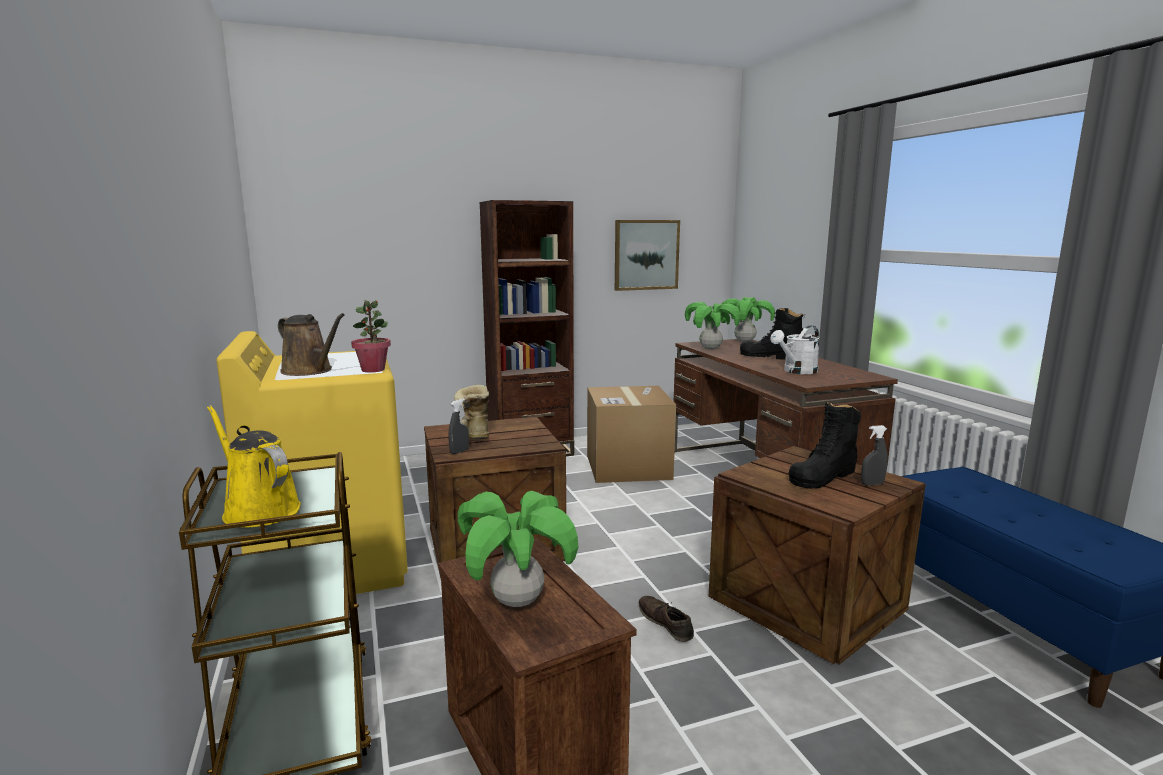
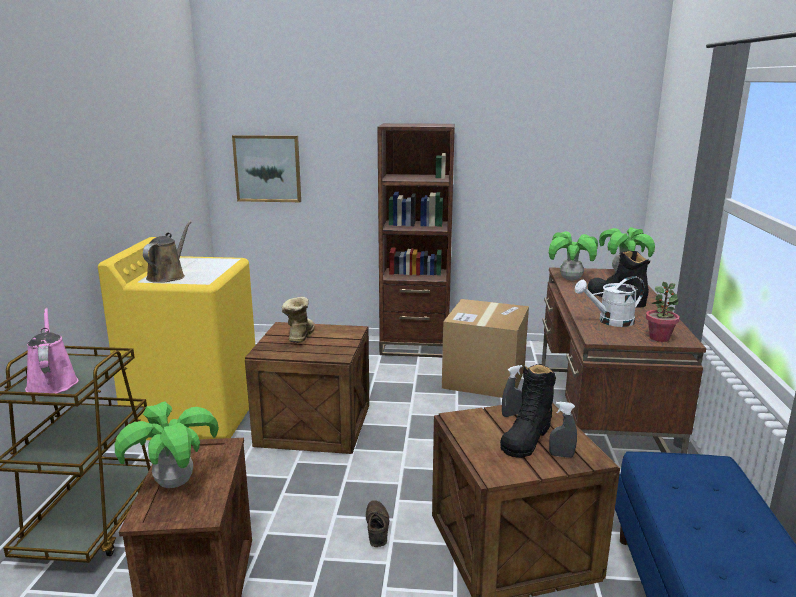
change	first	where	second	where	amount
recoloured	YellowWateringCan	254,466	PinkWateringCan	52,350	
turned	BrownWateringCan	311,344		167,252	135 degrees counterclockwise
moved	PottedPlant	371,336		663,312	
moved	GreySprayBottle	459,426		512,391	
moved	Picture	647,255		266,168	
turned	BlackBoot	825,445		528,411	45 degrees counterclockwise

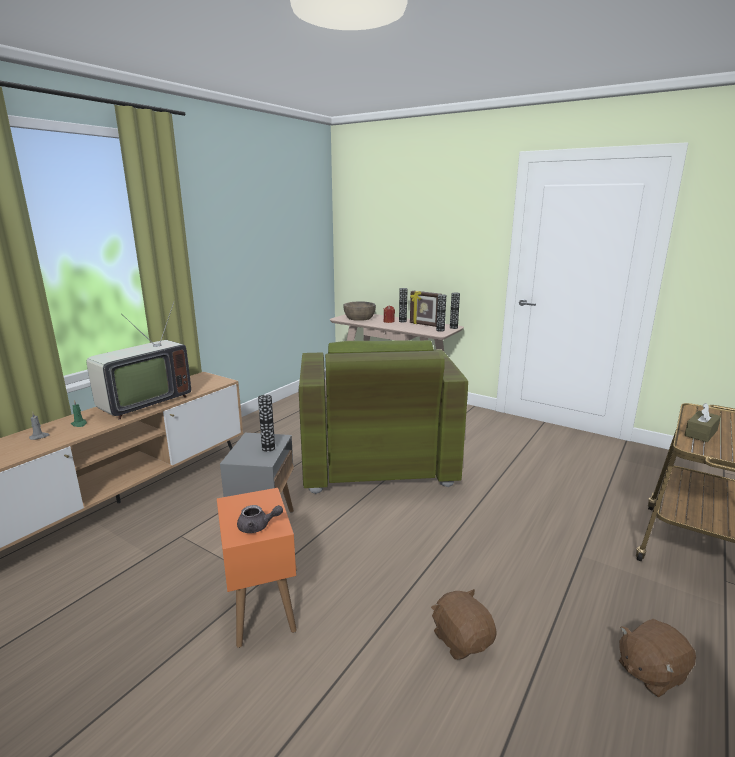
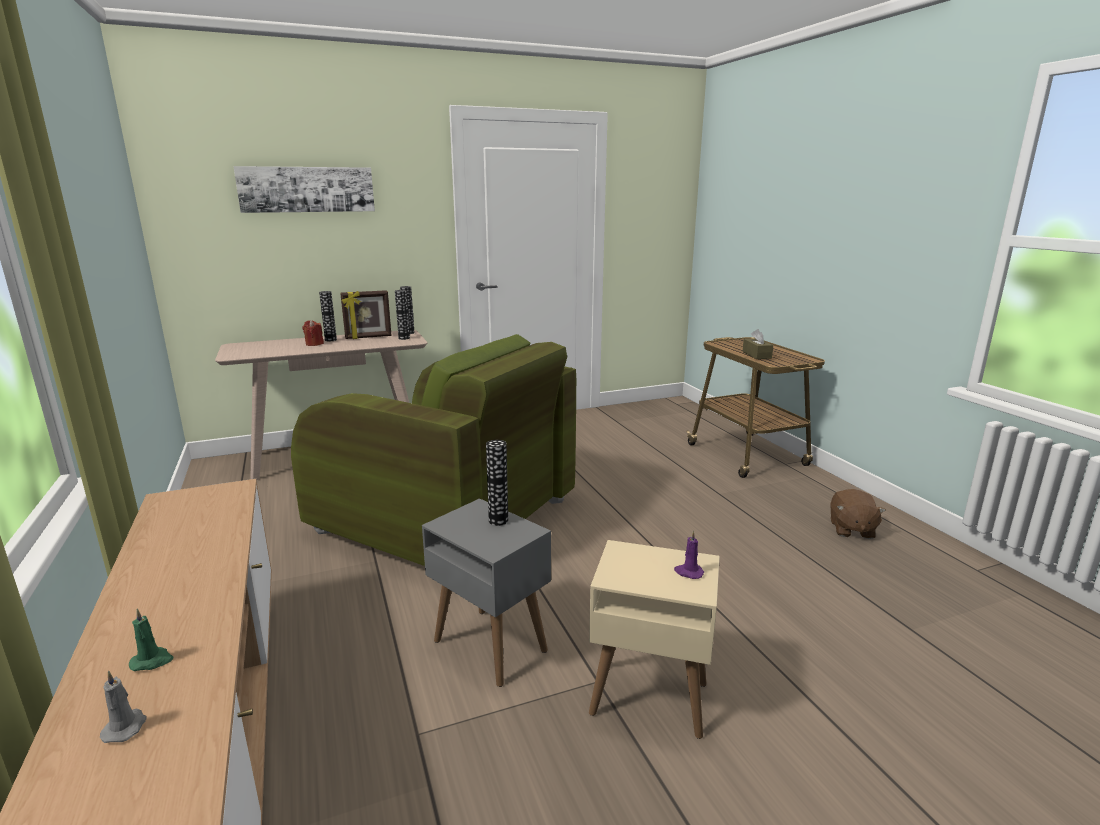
change	first	where	second	where	amount
removed	Television	138,360			
recoloured	OrangeSideTable	257,568	BeigeSideTable	654,639	
replaced	GreyTeapot	260,519	PurpleCandle	689,554	
removed	BrownBowl	359,311			
removed	BrownPlushToy	464,624			
added			Picture	304,189	

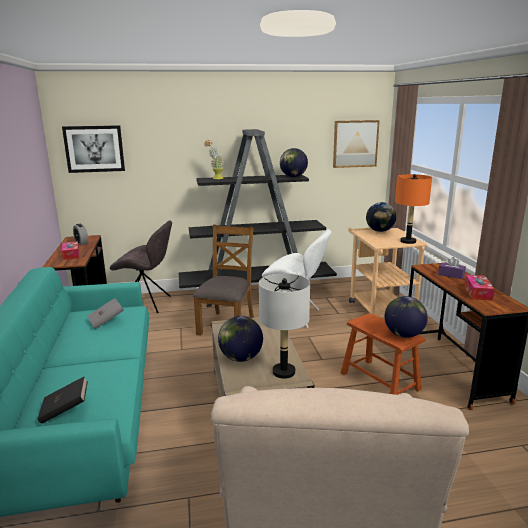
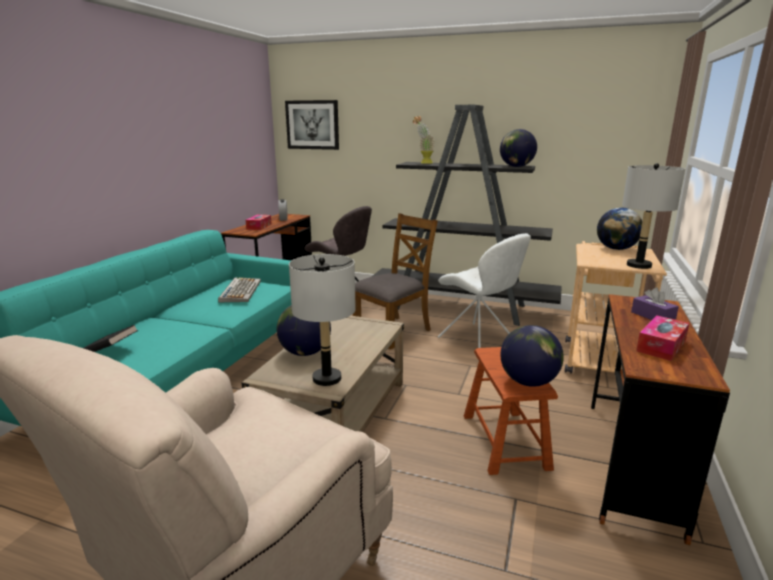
change	first	where	second	where	amount
replaced	GreyBook	106,313	Keyboard	239,289	
removed	Picture	356,144			
recoloured	OrangeTableLamp	413,209	GreyTableLamp	653,216	

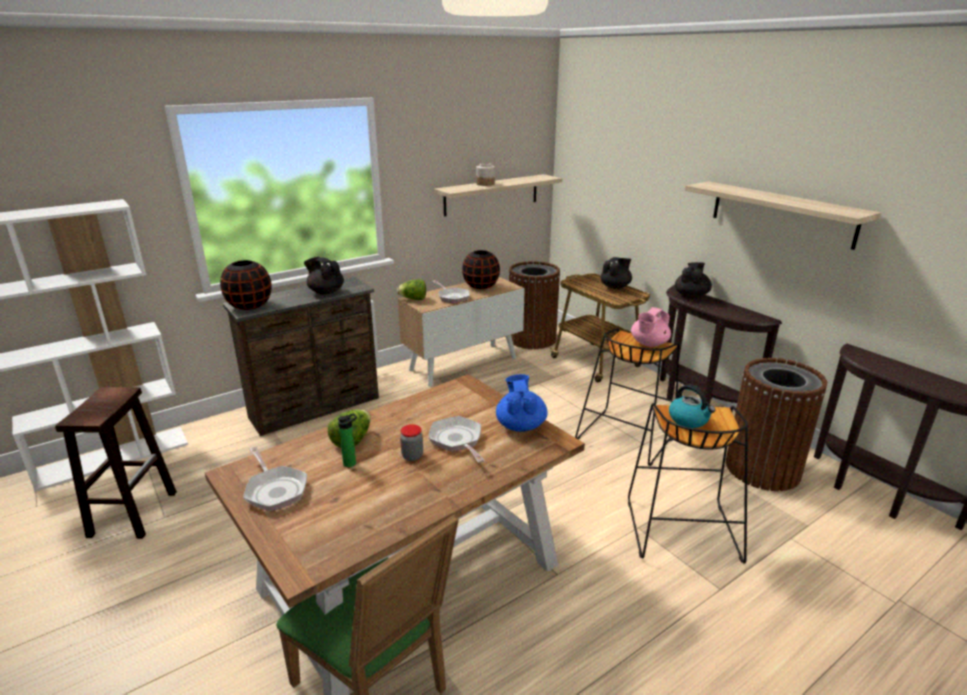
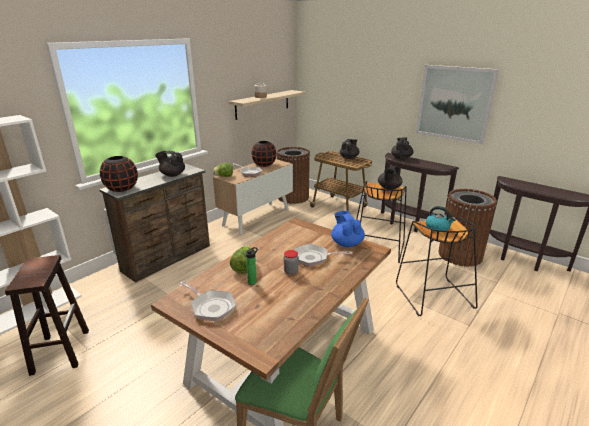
change	first	where	second	where	amount
turned	FryingPan	457,439		323,255	45 degrees counterclockwise
recoloured	PinkTeapot	651,327	BlackTeapot	390,177	
replaced	Shelf	783,216	Picture	457,105	

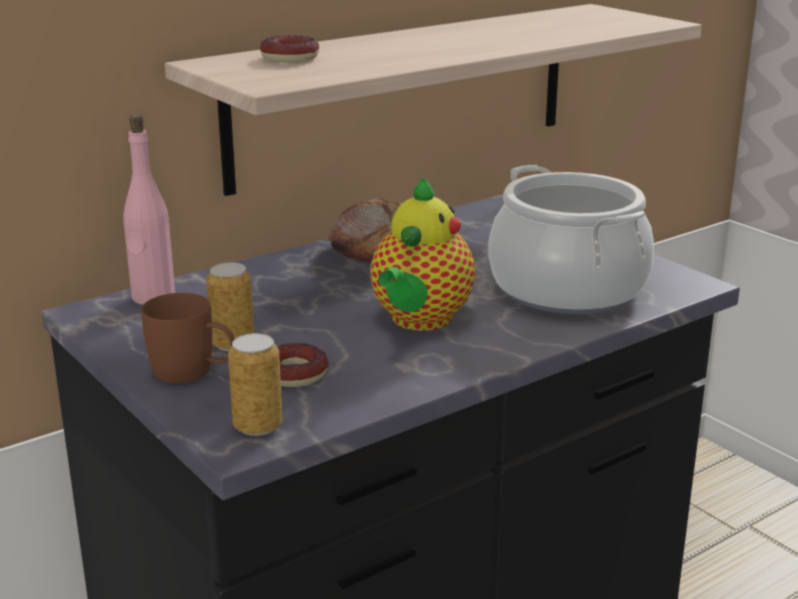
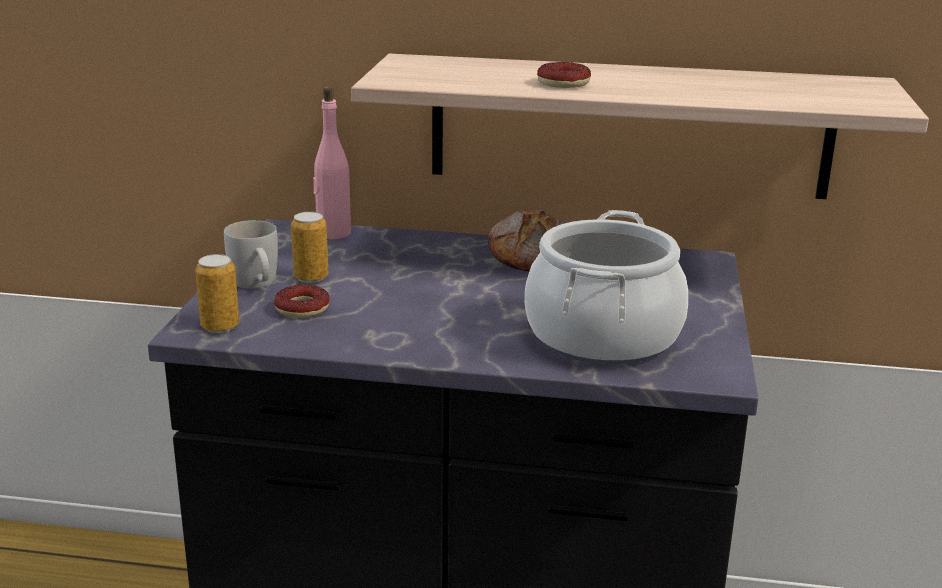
change	first	where	second	where	amount
recoloured	BrownMug	188,338	WhiteMug	251,254	
moved	Donut	289,49		564,75	
removed	Teapot	422,254			

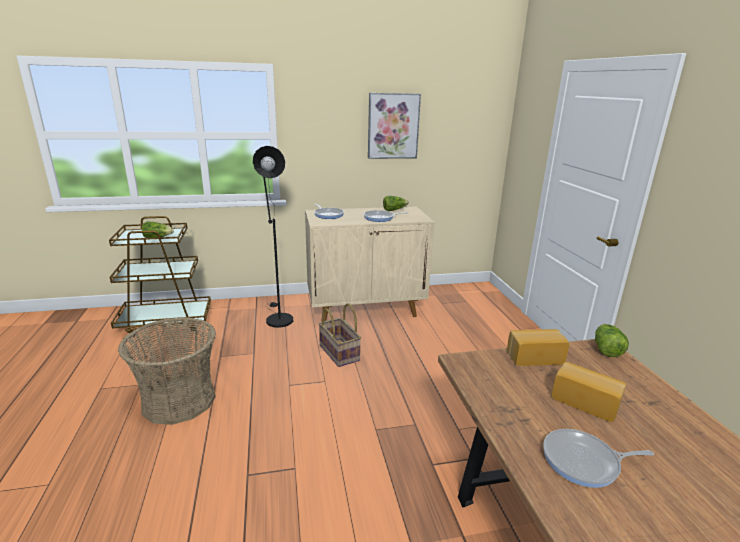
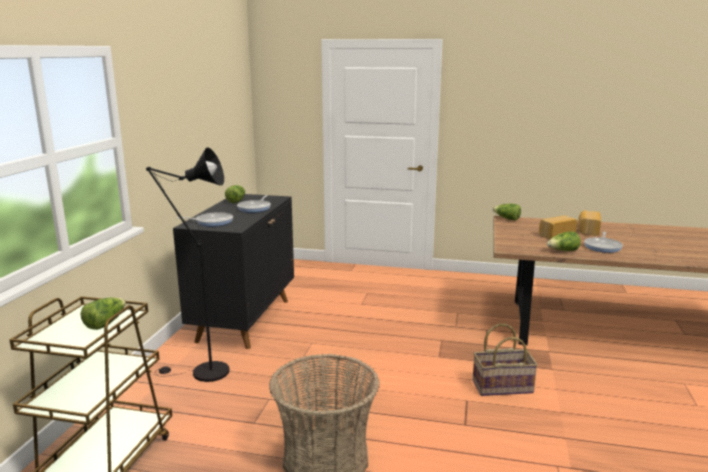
change	first	where	second	where	amount
recoloured	BeigeCabinet	369,264	BlackCabinet	233,271	
moved	Basket	339,335		505,359	
removed	Picture	394,126			
moved	Bread	538,347		589,223	
added			Lettuce	564,241	

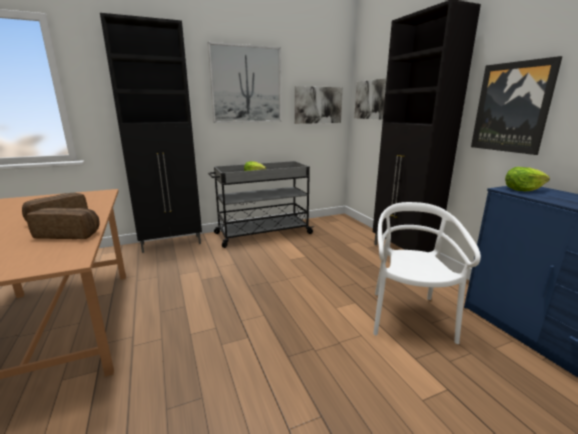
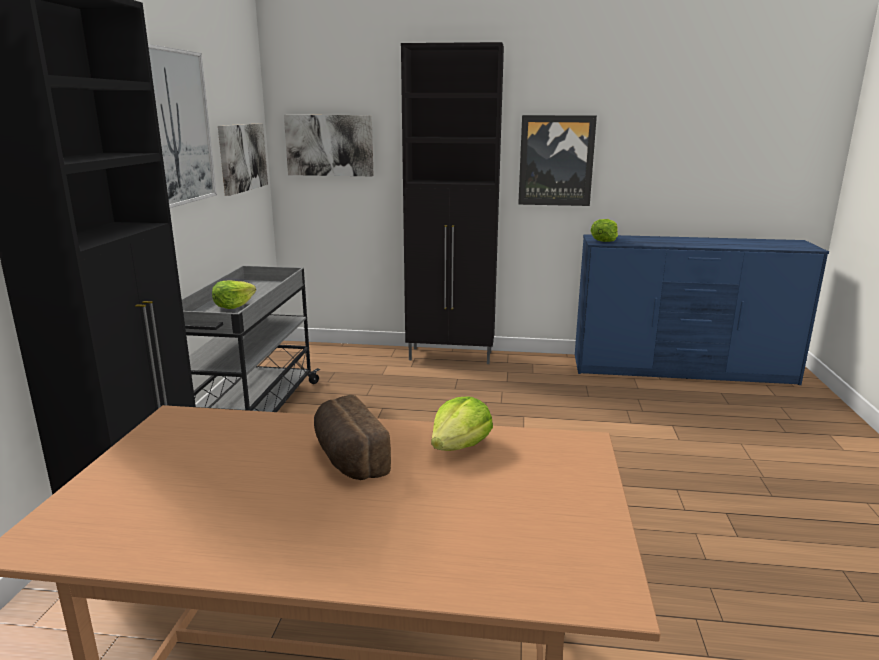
change	first	where	second	where	amount
replaced	Bread	63,223	Lettuce	462,423	
removed	WhiteChair	427,273			

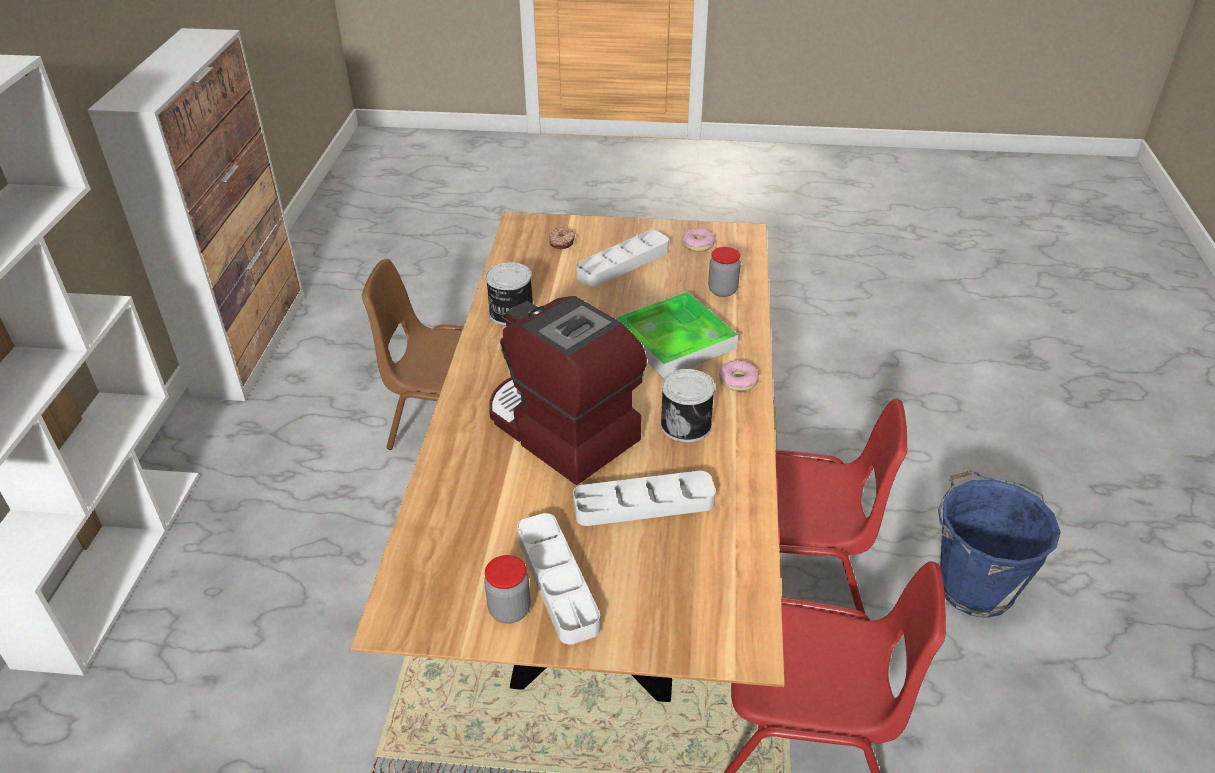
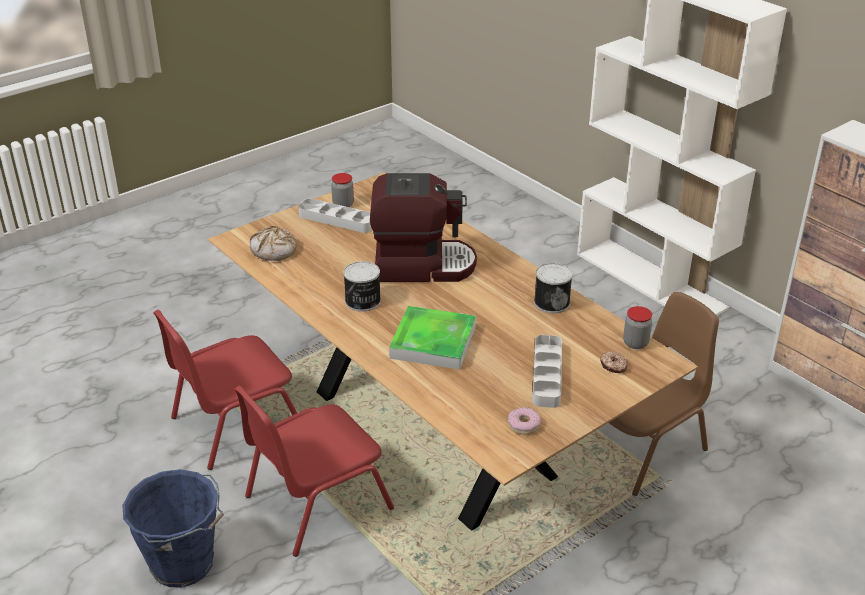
change	first	where	second	where	amount
removed	GreyTray	644,498			
moved	Jar	724,272		637,327	
removed	Donut	739,375			
added			Bread	273,243	

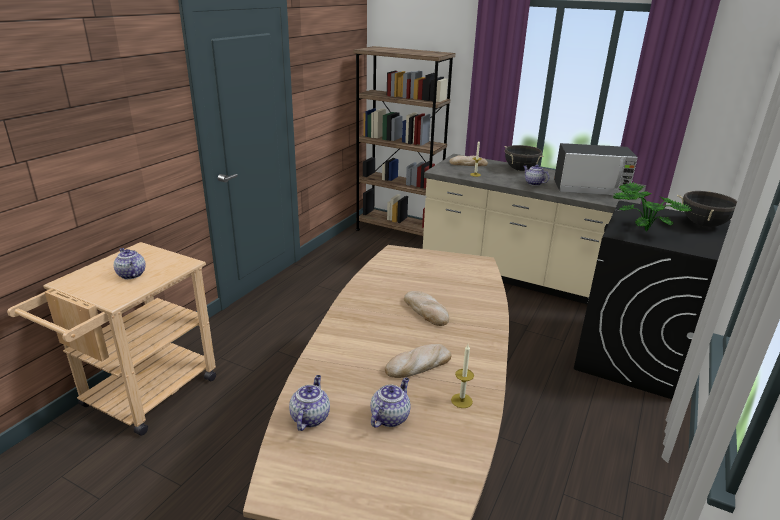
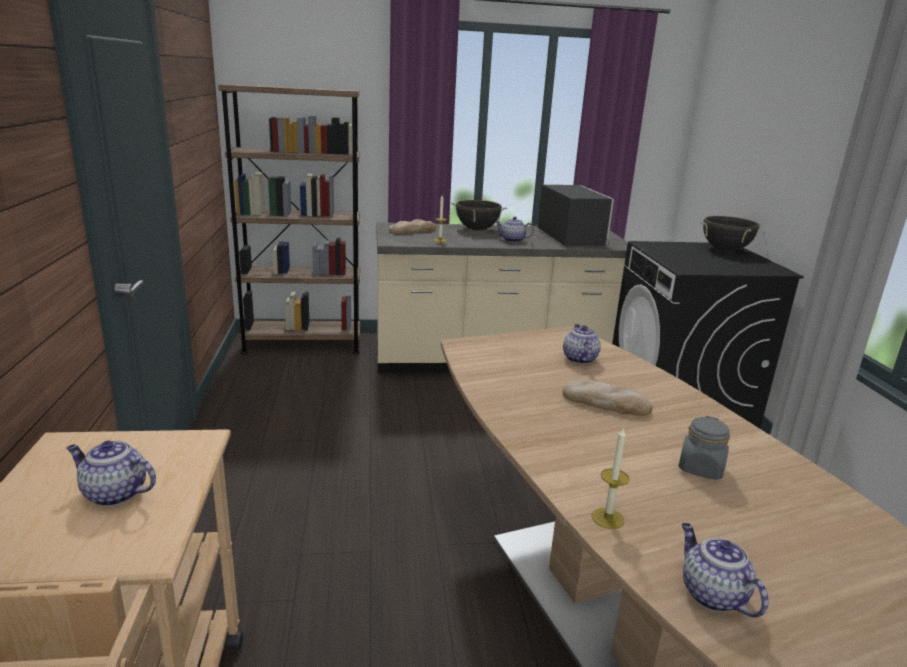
change	first	where	second	where	amount
moved	Teapot	390,403		582,344	
replaced	Bread	418,361	GreyJar	704,448	
moved	Candle	462,376		611,478	
turned	Microwave	596,169		576,215	75 degrees counterclockwise
removed	PottedPlant	652,206			

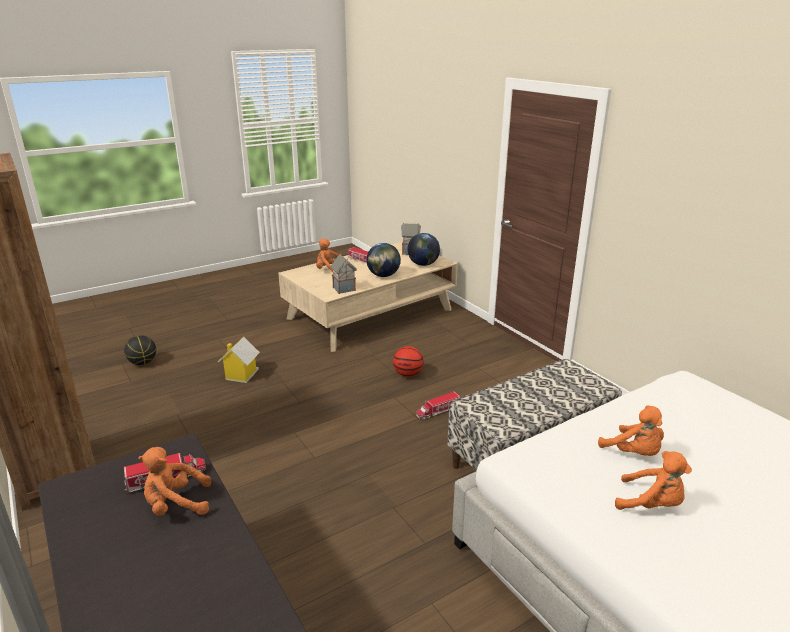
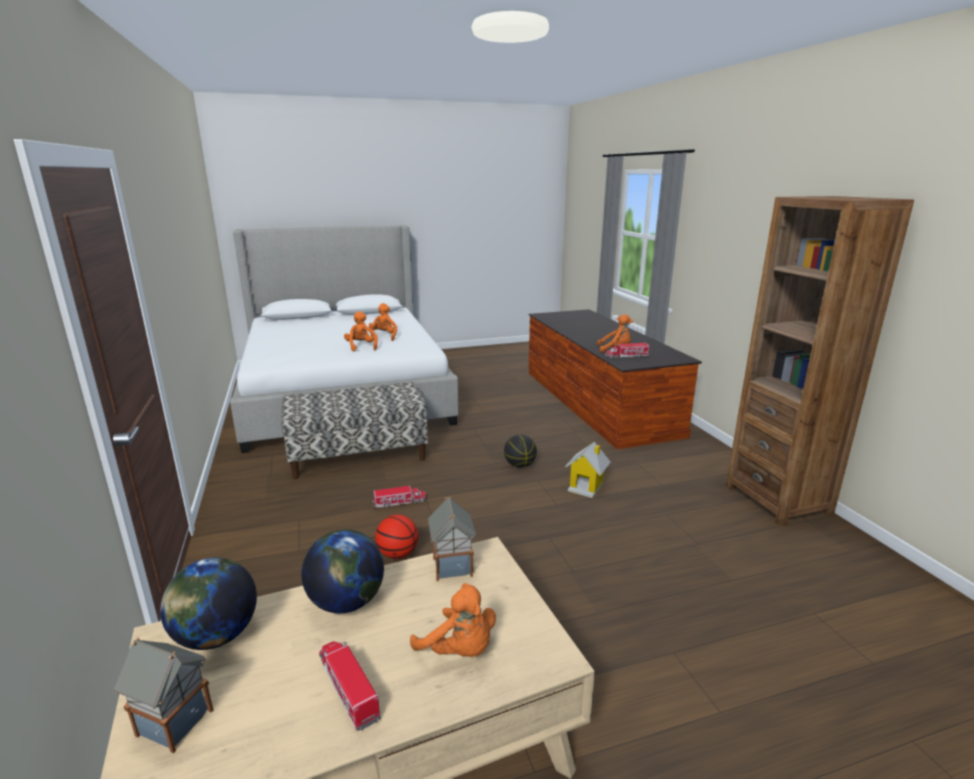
change	first	where	second	where	amount
moved	Basketball	140,350		520,451	
moved	ToyHouse	239,360		588,470	
turned	OrangePlushToy	653,480		383,322	45 degrees clockwise

